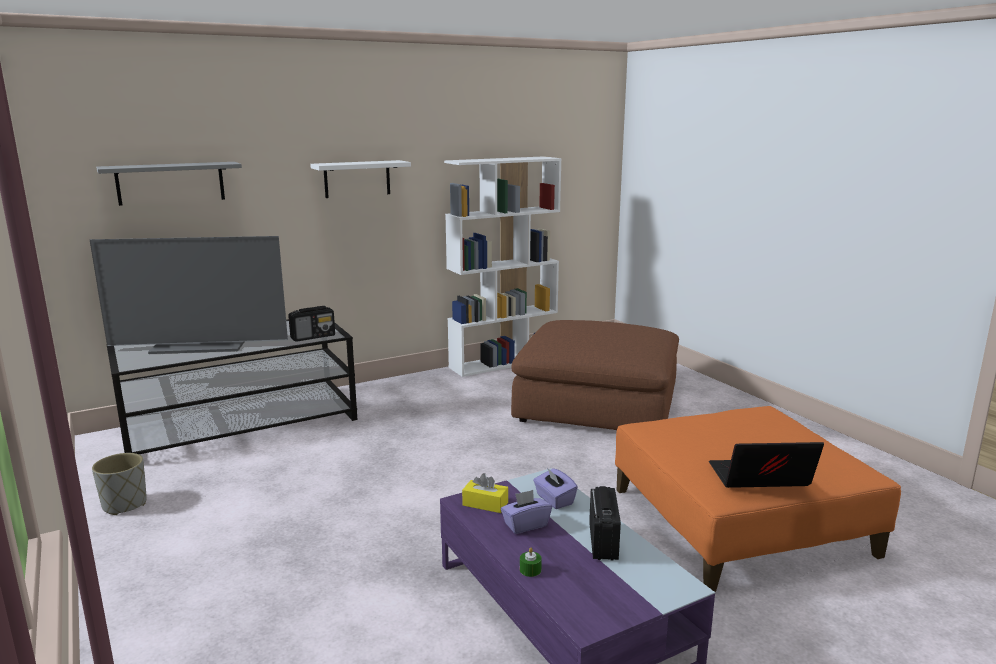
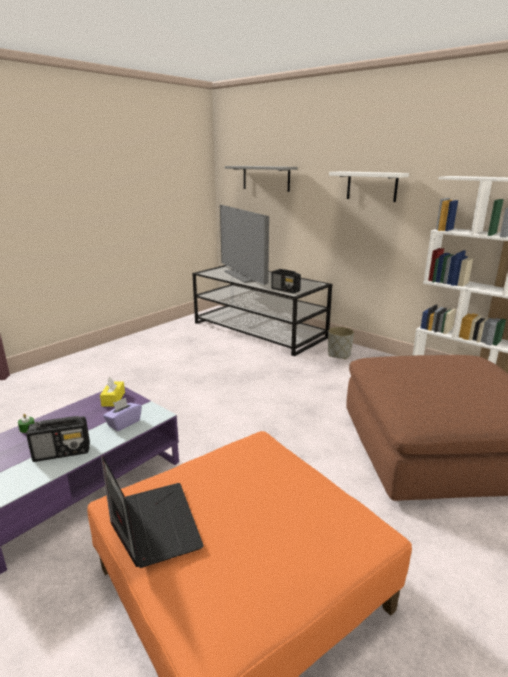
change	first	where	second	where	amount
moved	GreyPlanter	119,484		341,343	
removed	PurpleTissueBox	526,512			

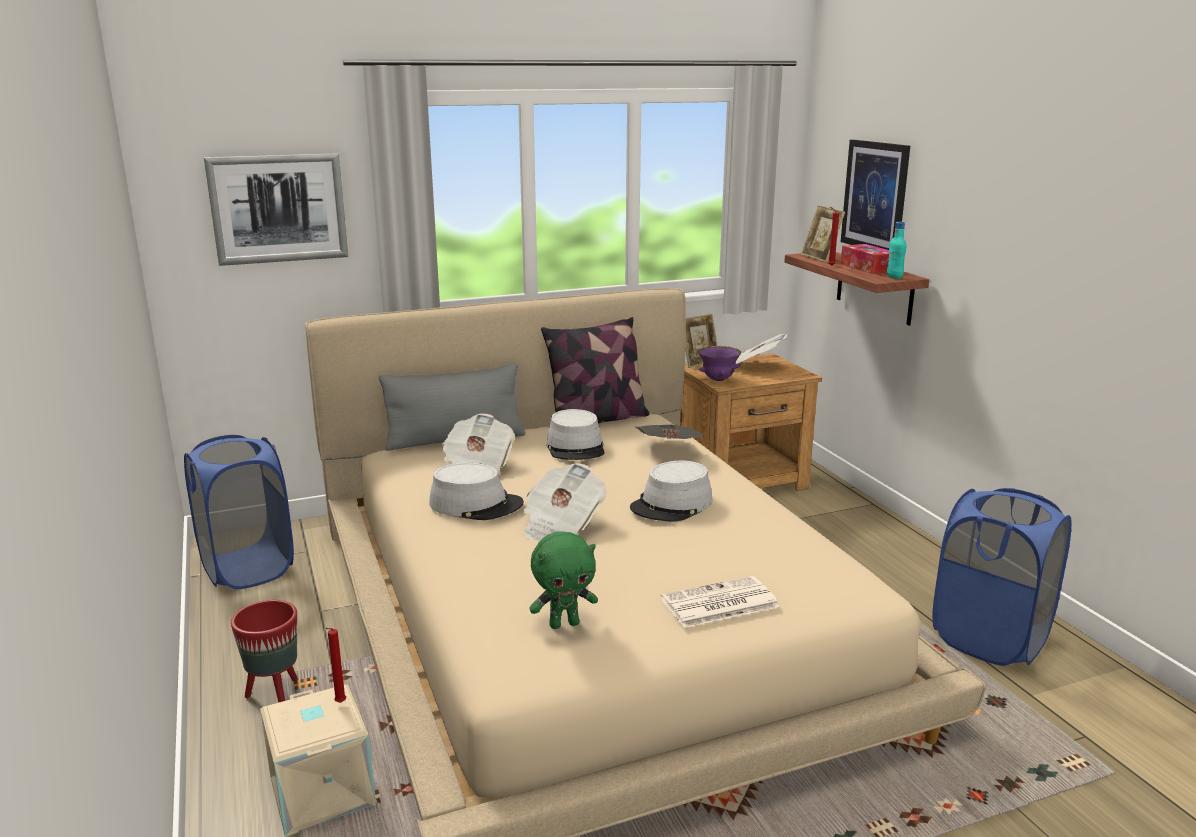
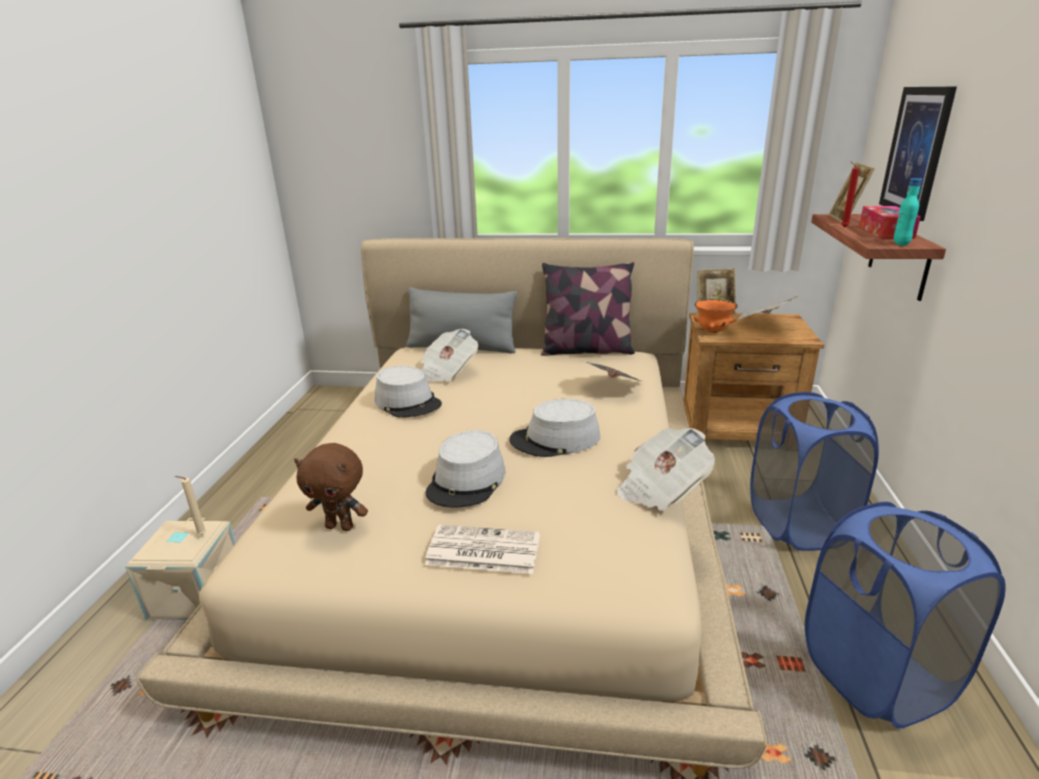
change	first	where	second	where	amount
moved	BlueLaundryBasket	239,512		814,471	
removed	Picture	276,209			
removed	RedPlanter	264,651			
recoloured	RedCandle	335,665	BeigeCandle	190,505	
moved	Newspaper	564,502		666,469	
recoloured	GreenPlushToy	563,580	BrownPlushToy	331,487	
moved	GreyHat	575,434		465,469	
recoloured	PurpleBowl	719,363	OrangeBowl	715,316	

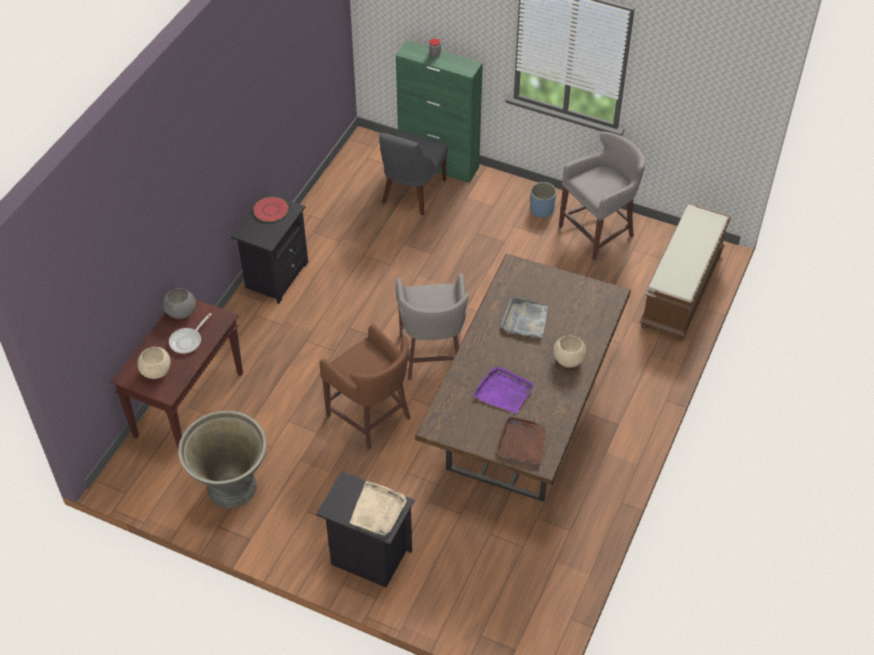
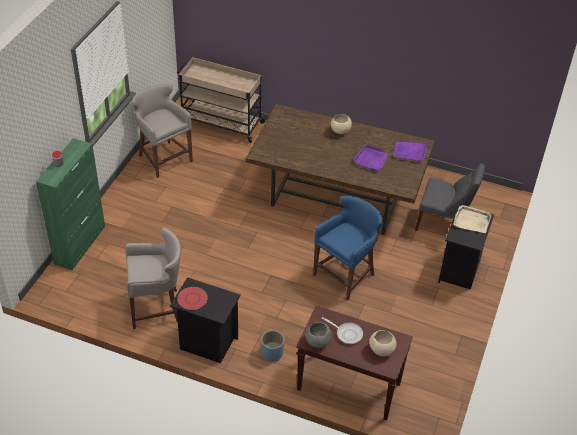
change	first	where	second	where	amount
removed	GreyPlanter	222,459			
recoloured	BrownStool	365,387	BlueStool	347,248	
moved	GreyChair	413,173		450,197	
moved	GreyStool	432,327		153,278	
recoloured	BrownTray	521,440	PurpleTray	410,151	
removed	GreyTray	524,317			
moved	BluePlanter	543,199		272,346	
replaced	BrownBench	685,272	BeigeCart	221,100	

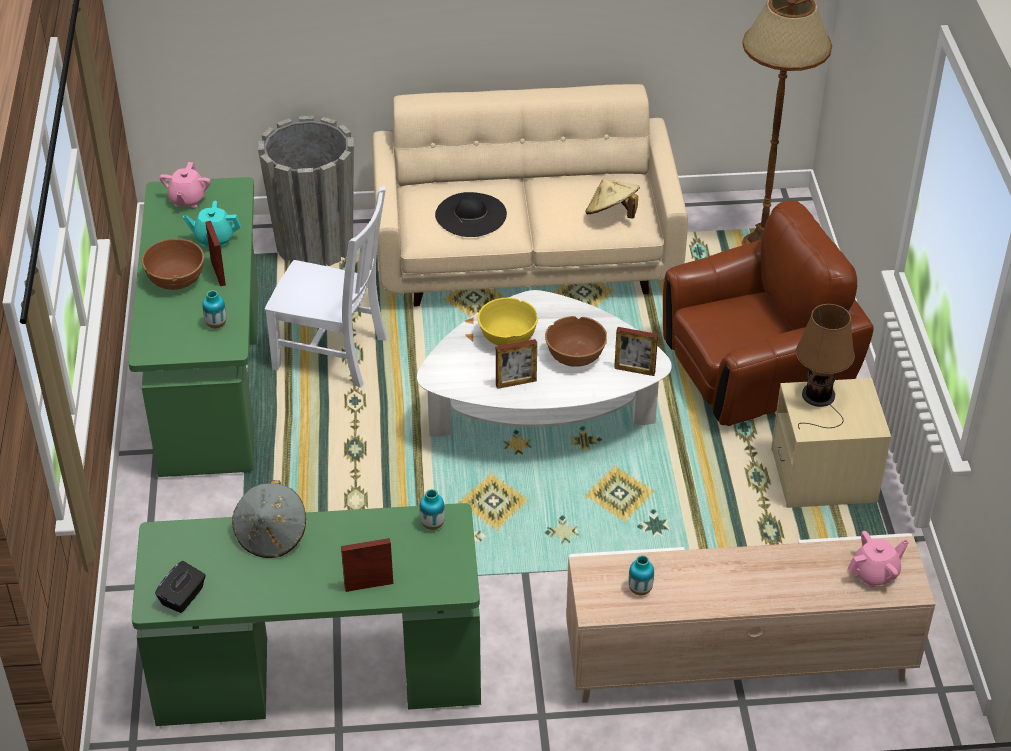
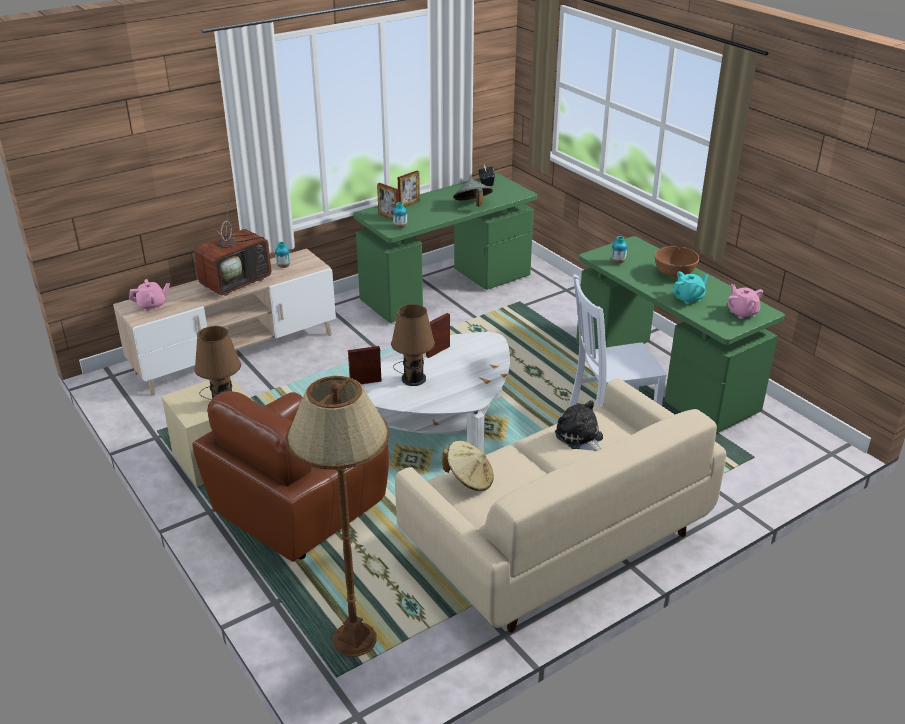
change	first	where	second	where	amount
moved	PictureFrame	215,253		388,201	
removed	GreyPlanter	306,191			
replaced	BlackHat	471,214	PlushToy	579,425	
removed	YellowBowl	508,322			
replaced	BrownBowl	576,341	BrownTableLamp	413,345	
turned	PinkTeapot	878,559		149,295	150 degrees counterclockwise
added			Television	232,248	

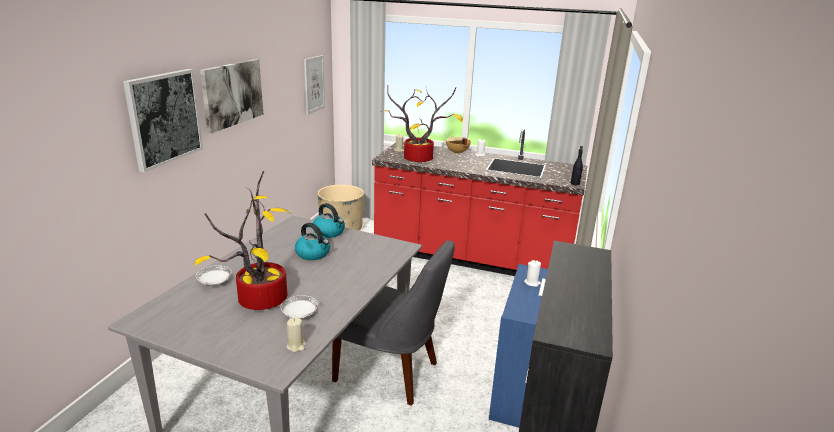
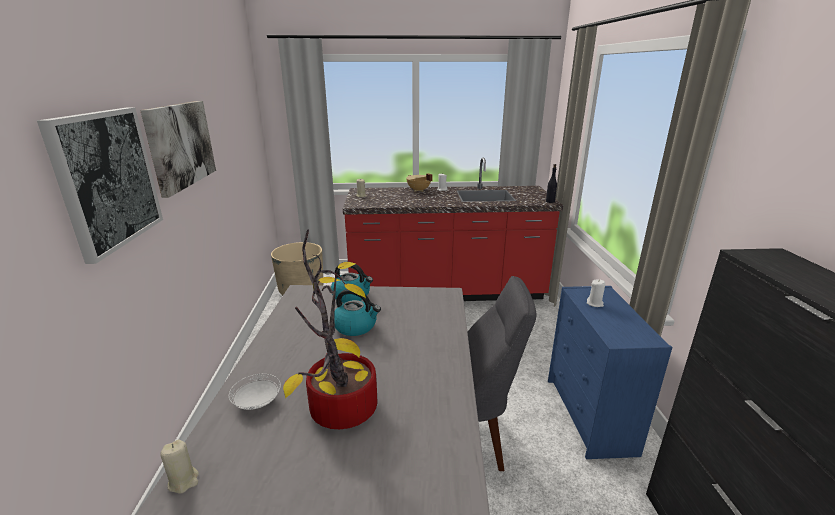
change	first	where	second	where	amount
removed	WhitePlate	299,306			
moved	BeigeCandle	296,334		179,466	
removed	Picture	314,85			
removed	PottedPlant	423,123			

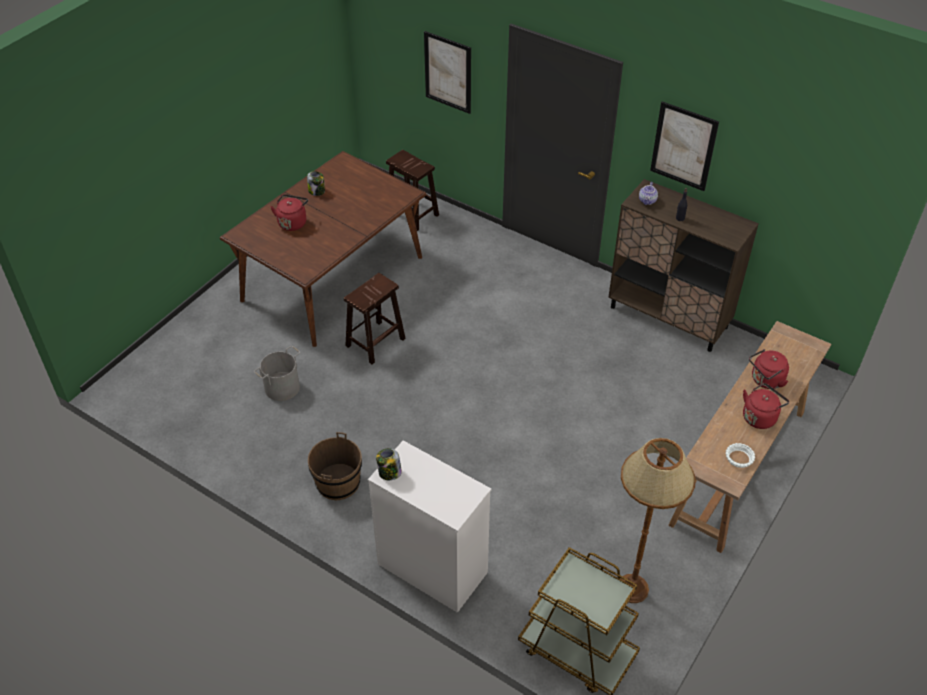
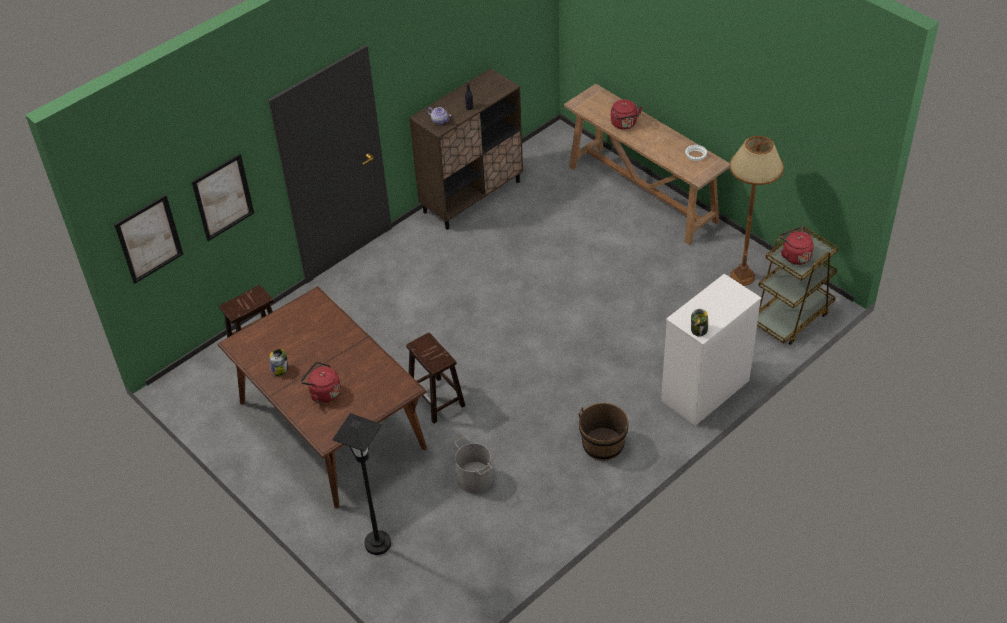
change	first	where	second	where	amount
moved	Picture	684,146		149,239	
moved	RedKettle	766,406		796,246	
added			BlackFloorLamp	361,484	

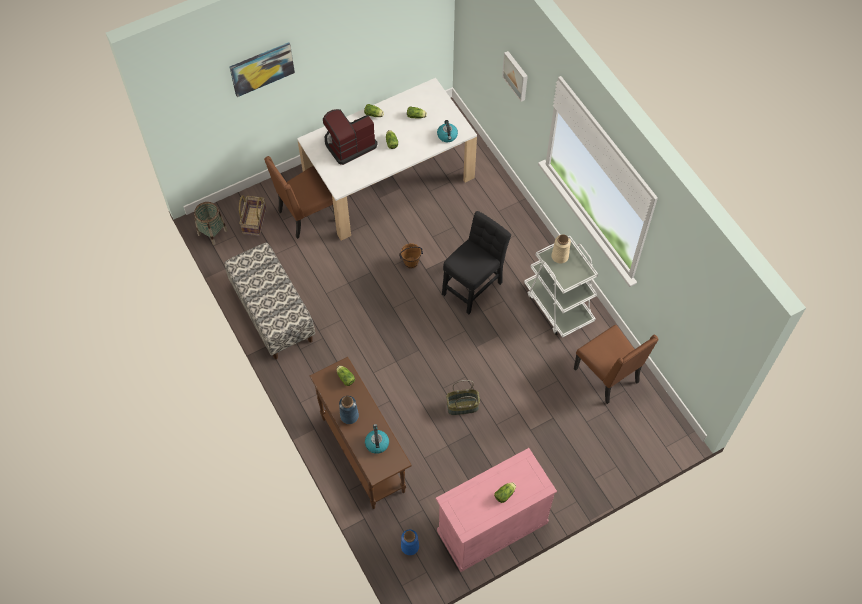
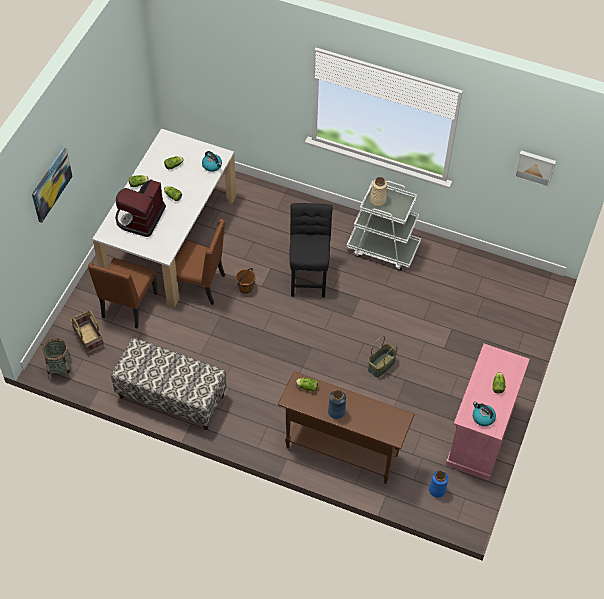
change	first	where	second	where	amount
moved	Kettle	377,439		484,414	
moved	Picture	515,76		535,169	
moved	BrownChair	616,364		200,262	

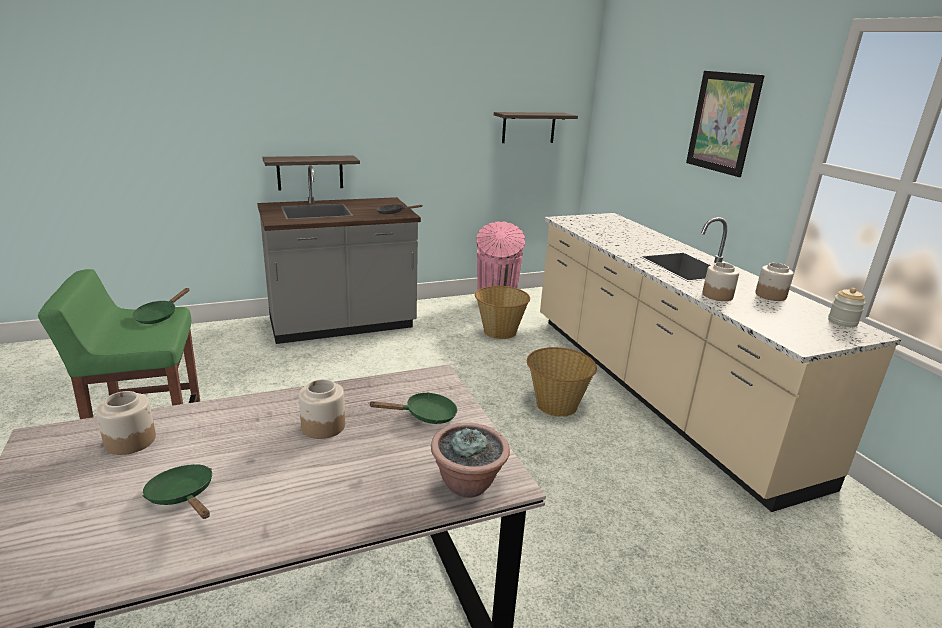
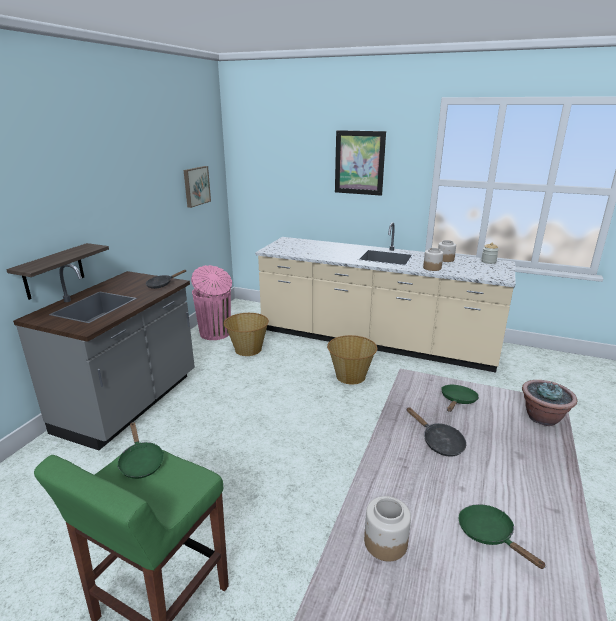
change	first	where	second	where	amount
turned	GreenFryingPan	177,491		502,536	60 degrees clockwise
replaced	Jar	322,409	BlackFryingPan	436,432	
replaced	Shelf	536,127	Picture	197,187	

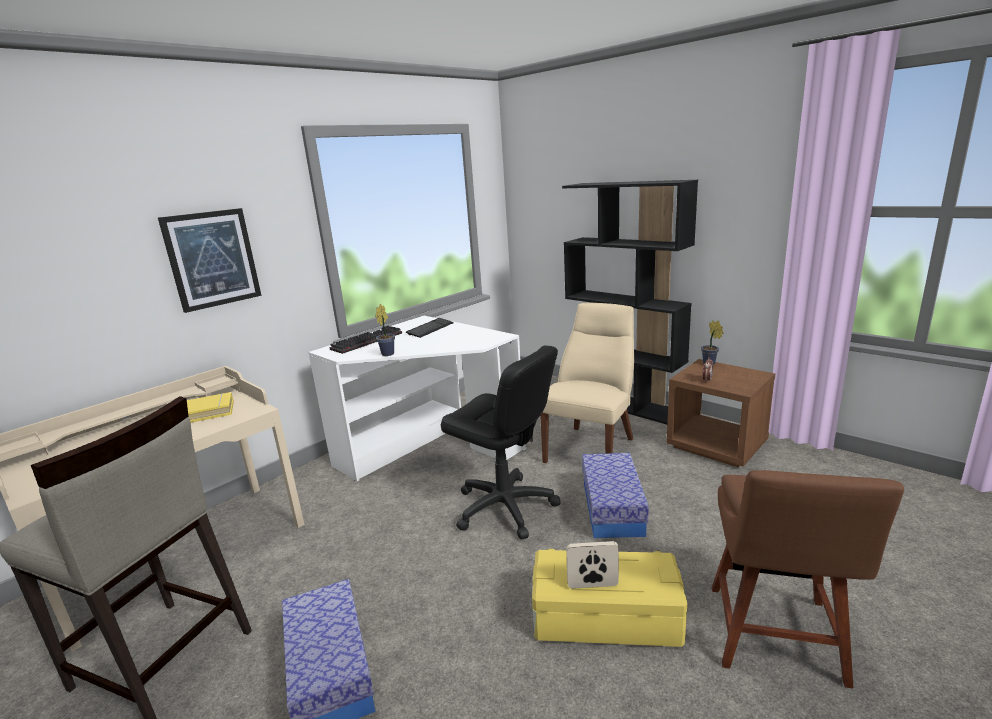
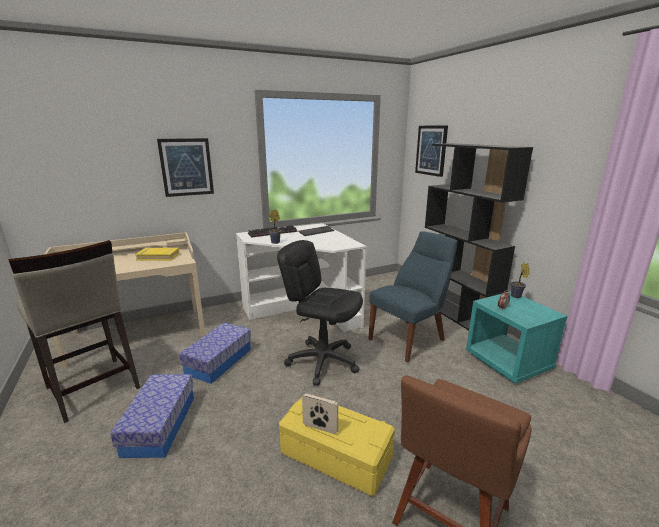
change	first	where	second	where	amount
turned	BlackOfficeChair	501,443		320,313	150 degrees clockwise
recoloured	BeigeChair	587,383	BlueChair	413,296	
moved	StorageBox	615,495		215,353	
recoloured	BrownNightstand	720,413	TurquoiseNightstand	517,337	
added			Picture	431,151	

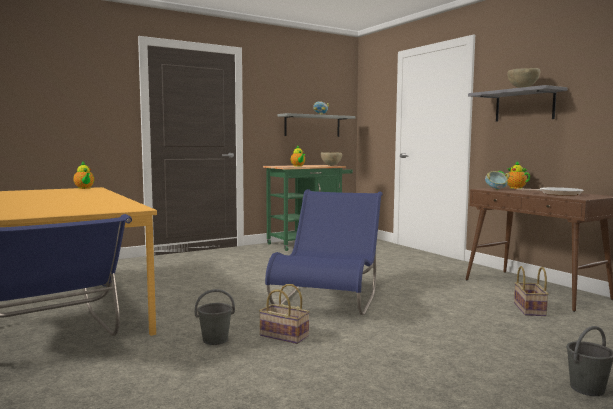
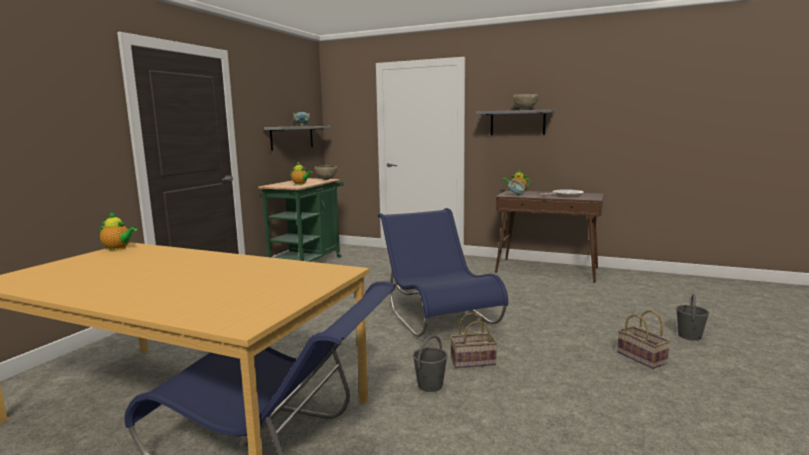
change	first	where	second	where	amount
moved	Basket	531,291		643,339	

